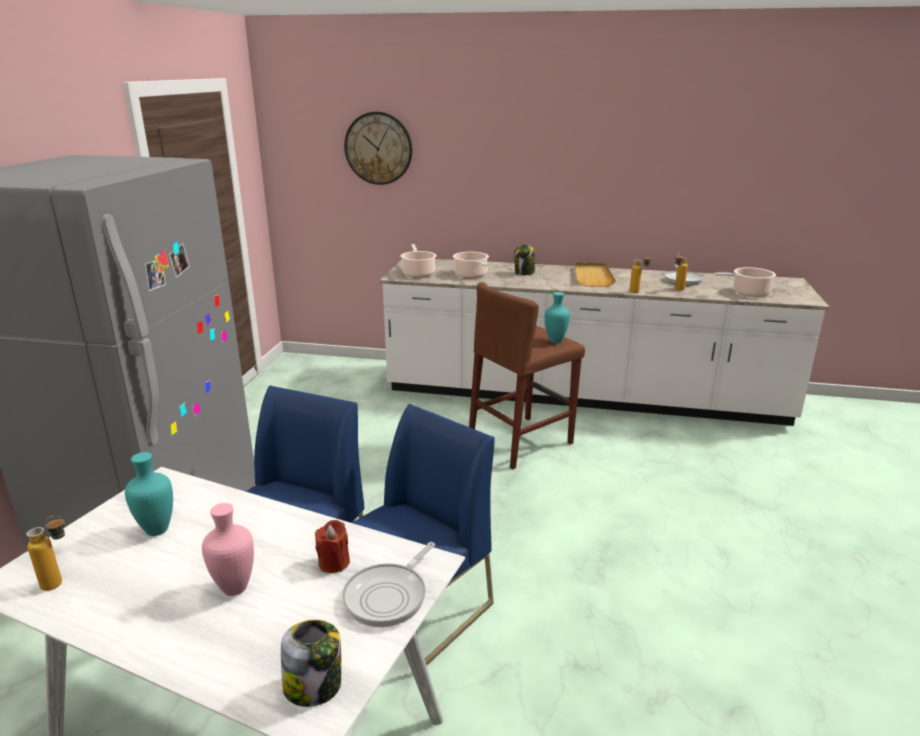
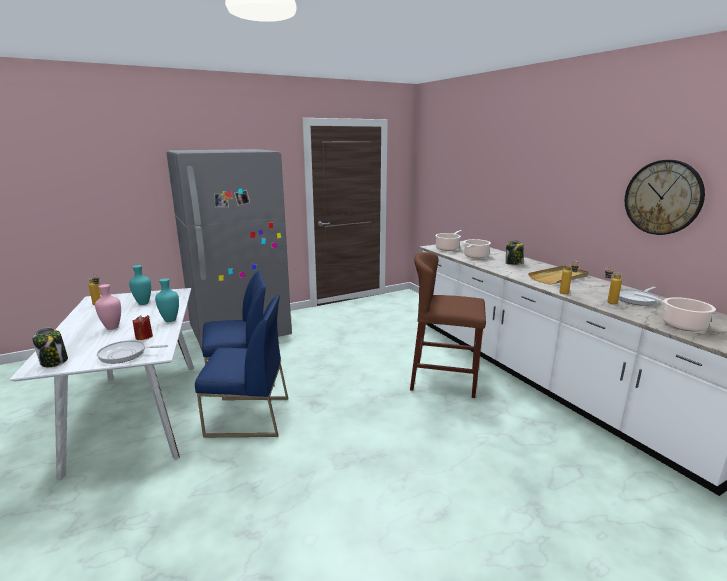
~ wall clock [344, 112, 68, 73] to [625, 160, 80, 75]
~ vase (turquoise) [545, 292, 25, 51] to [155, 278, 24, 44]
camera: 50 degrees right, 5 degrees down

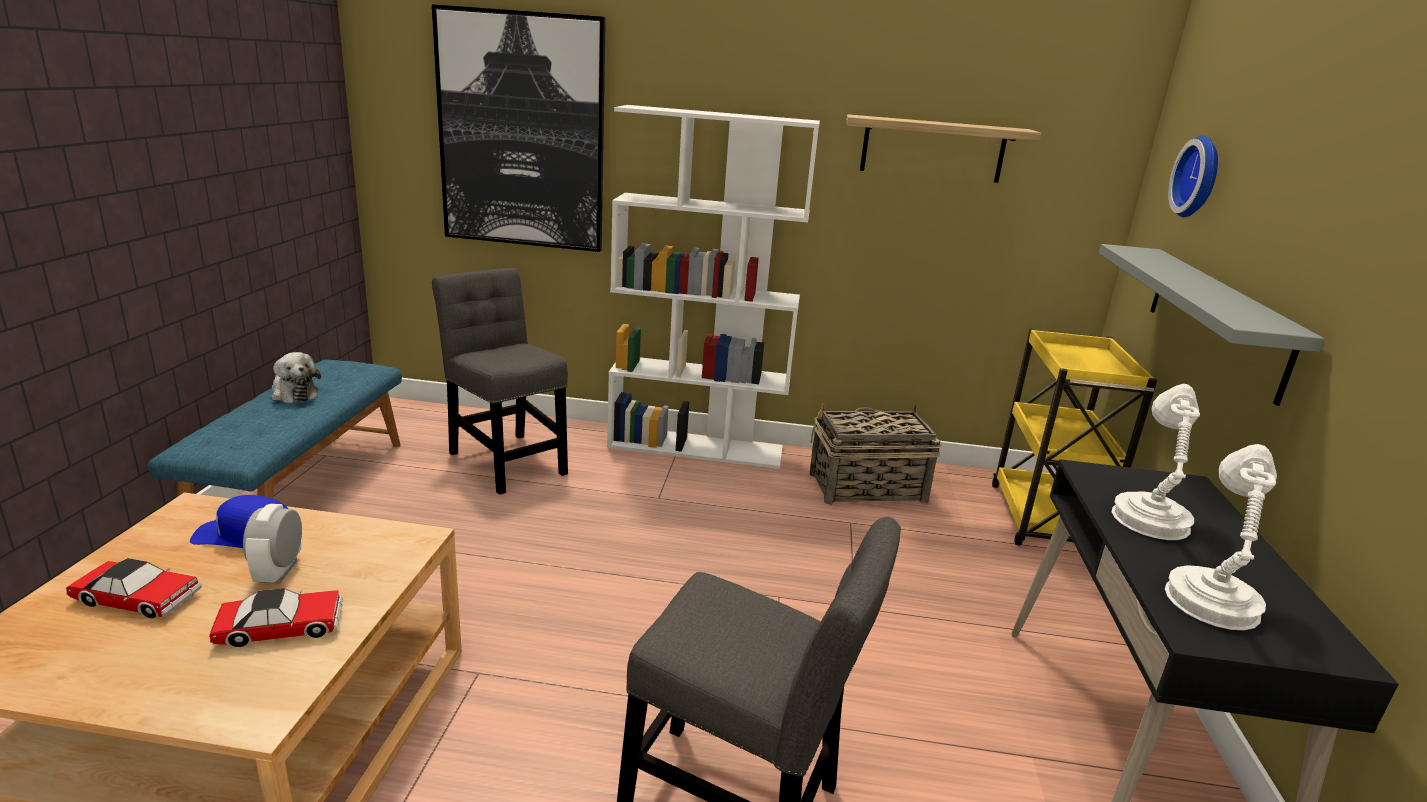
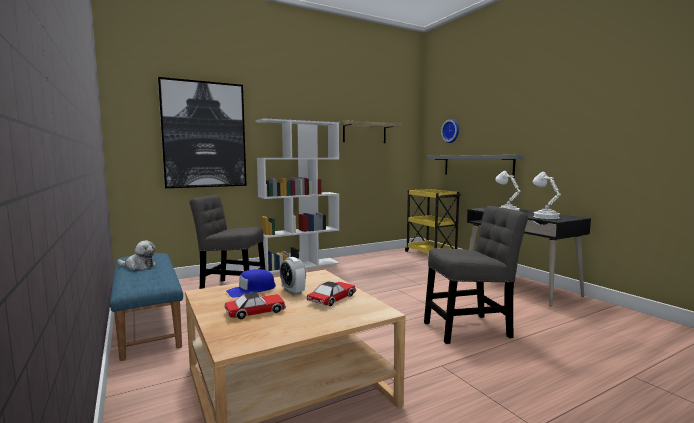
- basket [810, 404, 131, 101]
camera: 35 degrees left, 15 degrees down

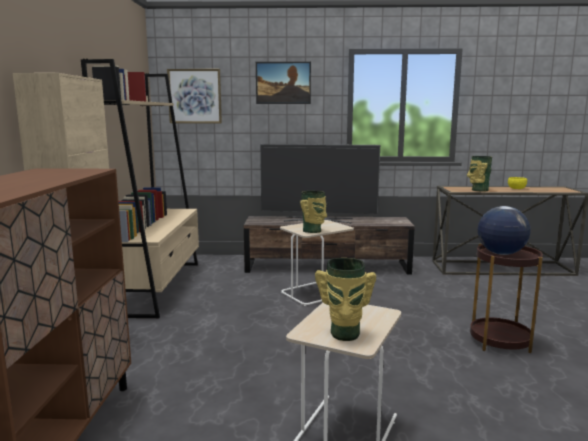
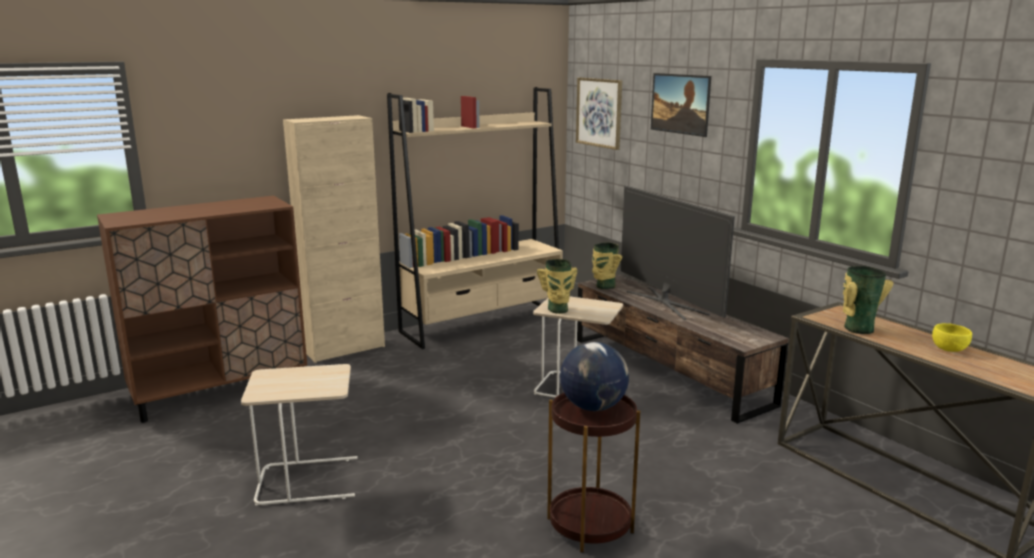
~ vase [315, 258, 61, 83] to [592, 243, 30, 46]
camera: 55 degrees right, 5 degrees up

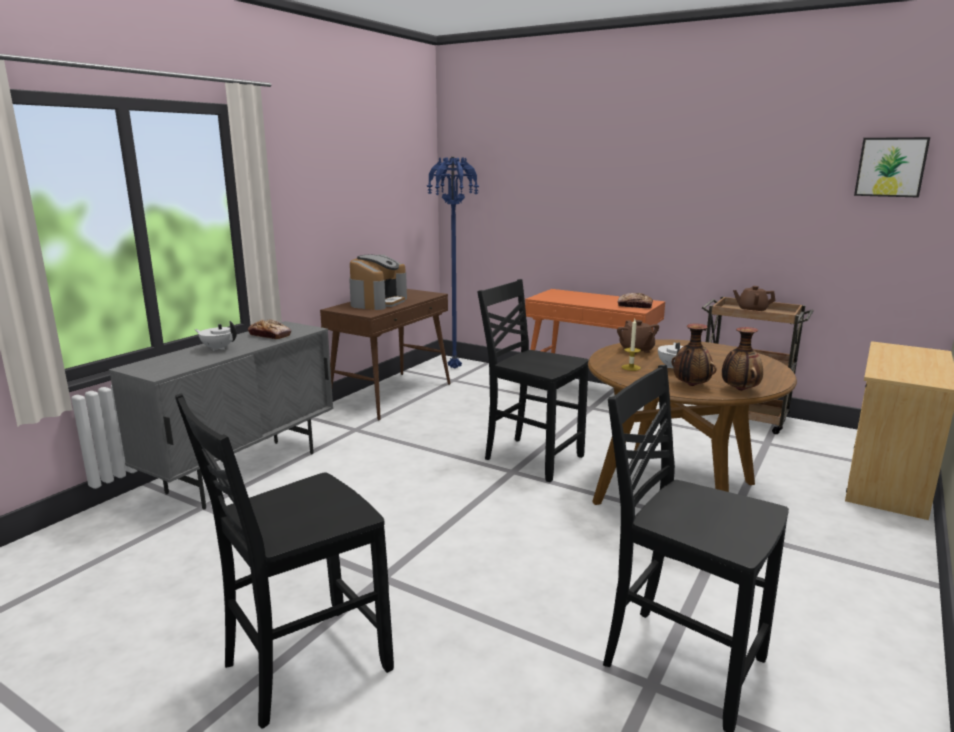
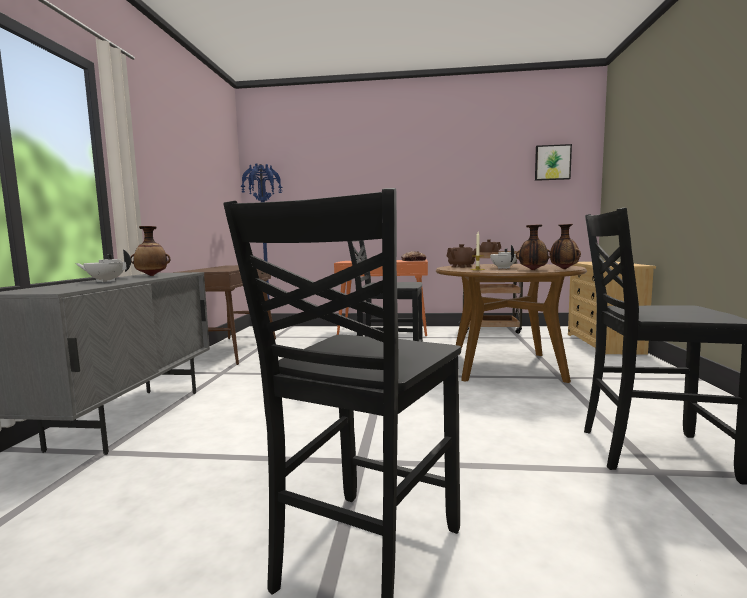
- coffee machine [349, 255, 58, 55]
~ bread [248, 319, 43, 20] to vase [131, 226, 40, 50]
camera: 25 degrees left, 10 degrees down

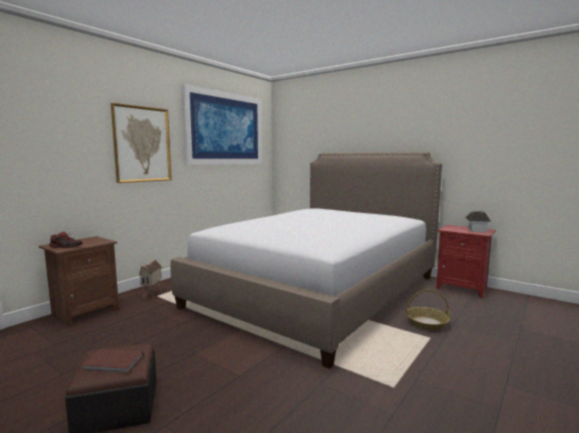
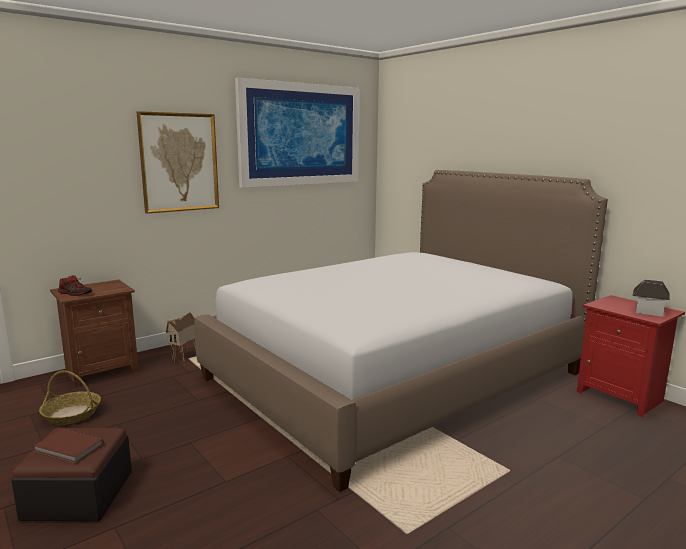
~ basket [405, 289, 45, 41] to [39, 370, 62, 55]
camera: 15 degrees right, 5 degrees up

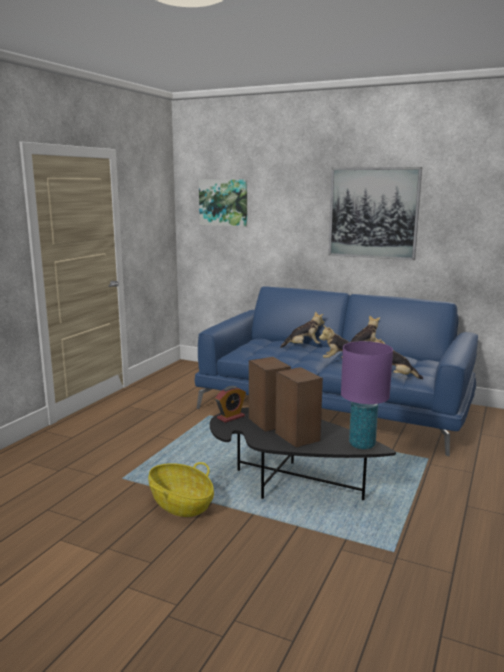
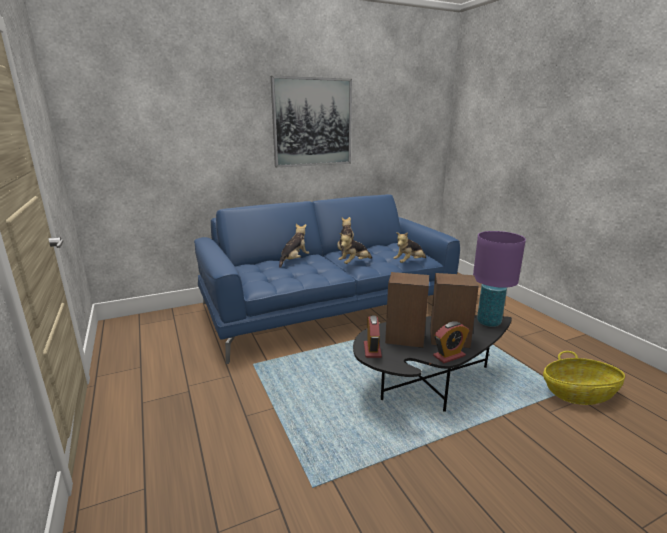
- picture [199, 180, 48, 47]
~ basket [148, 462, 66, 55] to [543, 351, 82, 54]
+ alarm clock [433, 321, 36, 42]
camera: 50 degrees left, 5 degrees up

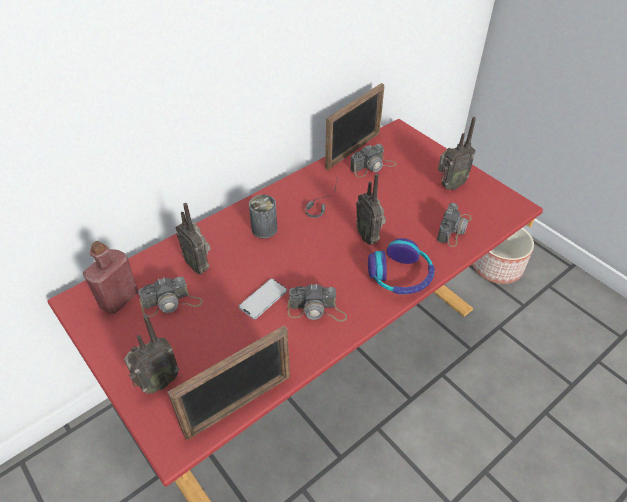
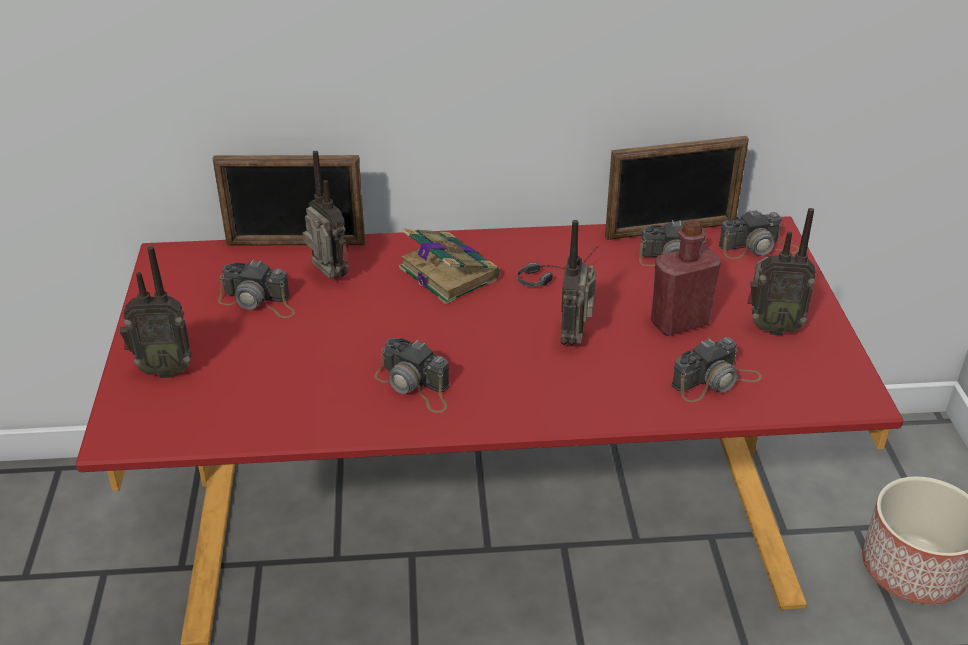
~ can [249, 195, 29, 44] to book [399, 228, 101, 76]
~ radio [176, 203, 35, 71] = [302, 151, 47, 128] 150 degrees clockwise
- headphones [368, 238, 67, 56]
~ bottle (red) [83, 241, 55, 73] to [651, 219, 70, 117]
- phone [239, 278, 48, 41]
~ picture frame [167, 325, 123, 115] to [213, 155, 152, 91]
+ photo camera [719, 209, 80, 50]
camera: 35 degrees right, 10 degrees down

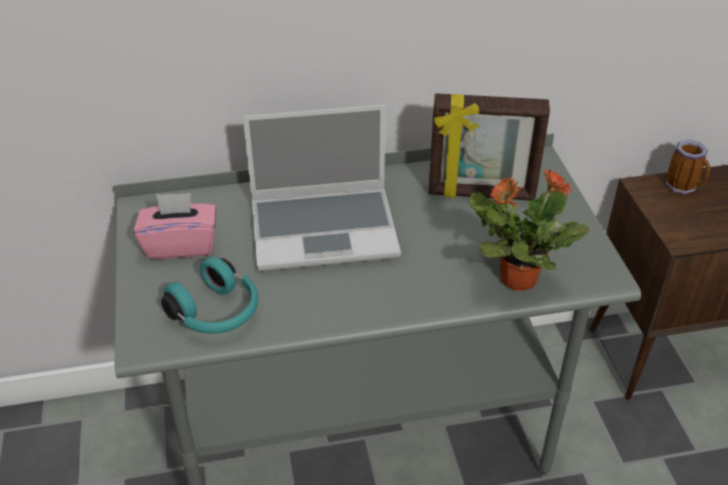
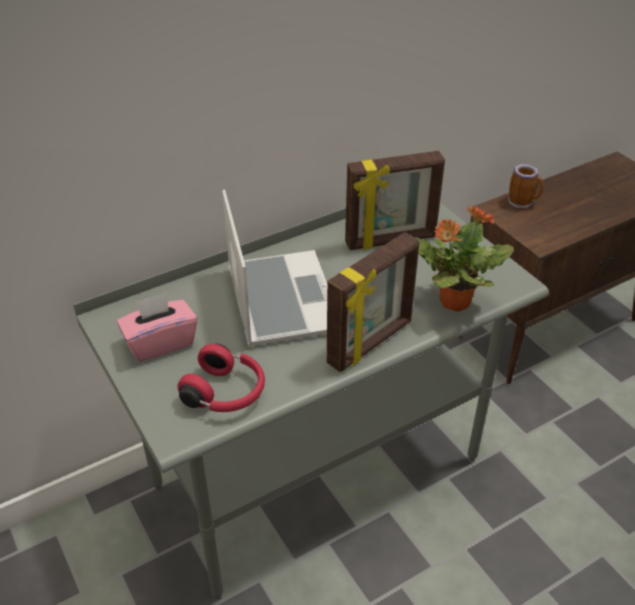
~ laptop [243, 104, 158, 167] = [222, 189, 105, 157] 75 degrees counterclockwise
~ headphones (turquoise) [161, 257, 97, 77] to headphones (red) [177, 344, 88, 68]
+ picture frame [327, 232, 93, 140]
camera: 20 degrees left, 0 degrees up

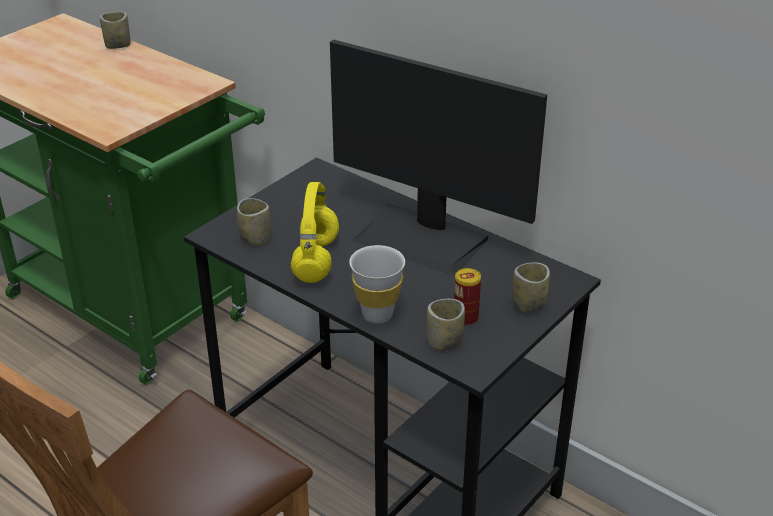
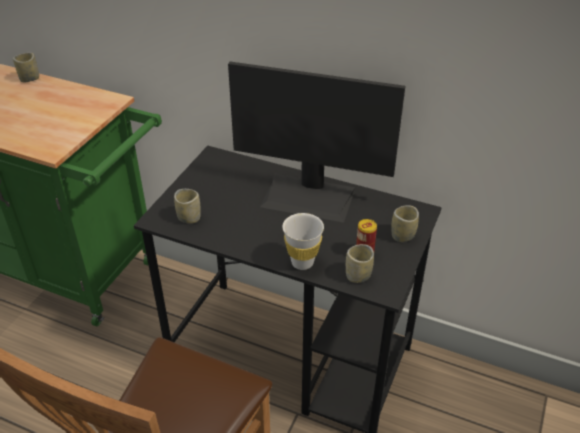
- headphones (yellow) [291, 182, 48, 101]
camera: 15 degrees left, 5 degrees up

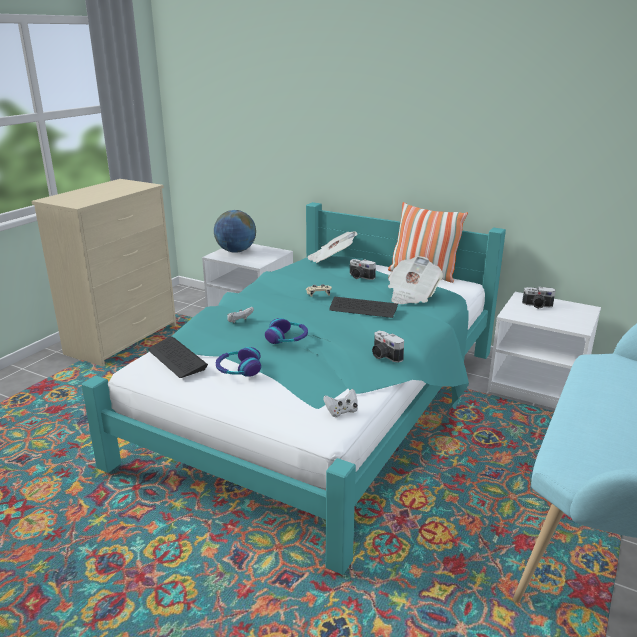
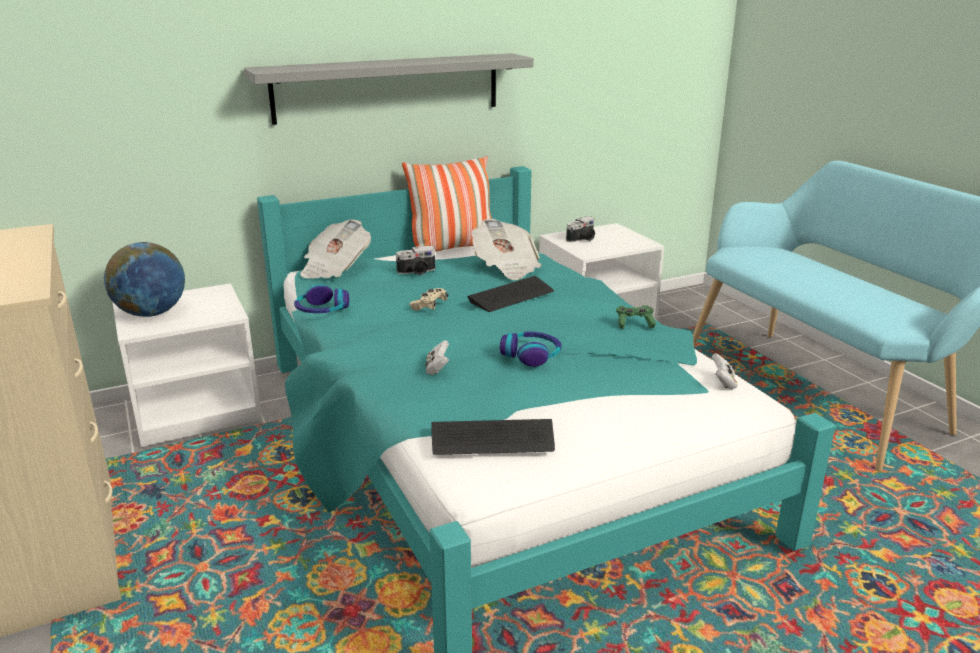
~ photo camera [372, 331, 32, 32] to game controller (green) [616, 306, 40, 23]
~ headphones [216, 347, 45, 30] to [294, 284, 55, 29]
+ shelf (grey) [244, 53, 290, 72]
camera: 55 degrees left, 0 degrees up

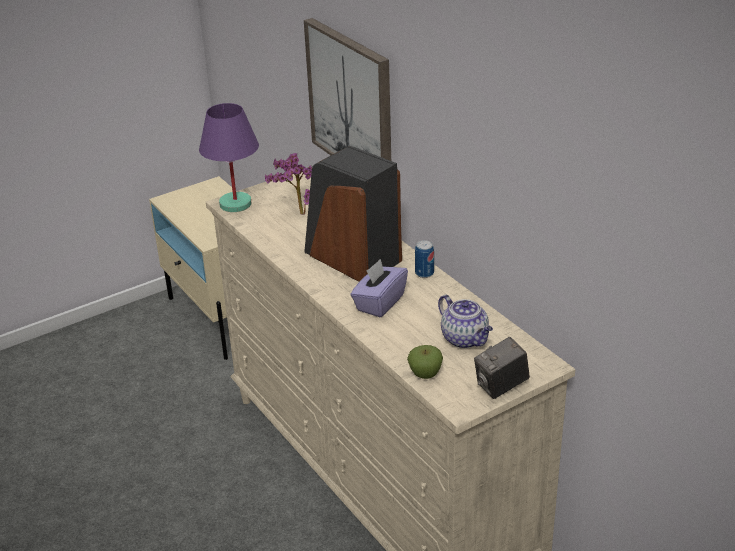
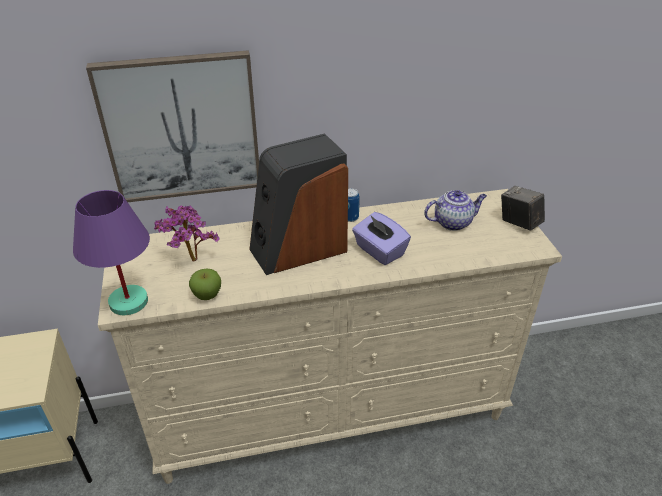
~ photo camera [474, 337, 56, 62] = [501, 186, 44, 45] 150 degrees clockwise
~ apple [407, 345, 36, 34] to [189, 269, 32, 31]
camera: 70 degrees left, 5 degrees up

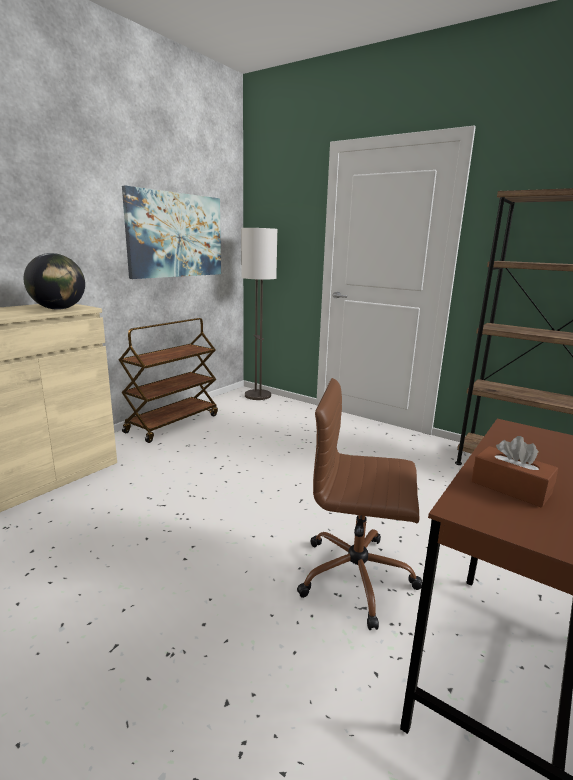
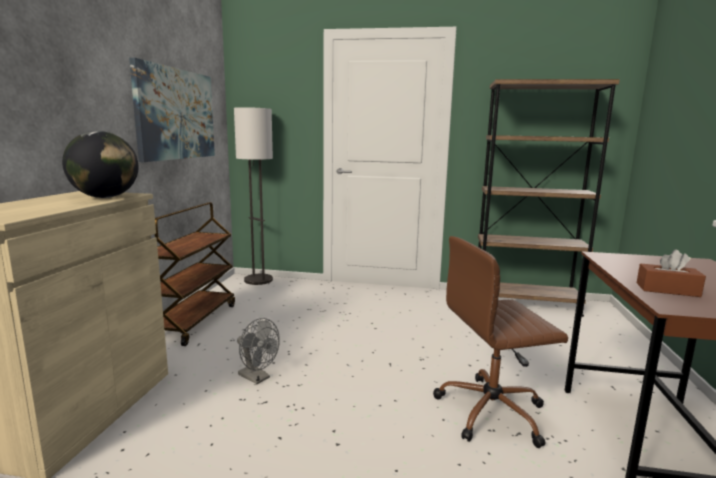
+ fan (grey) [237, 318, 43, 66]
camera: 25 degrees left, 5 degrees down

